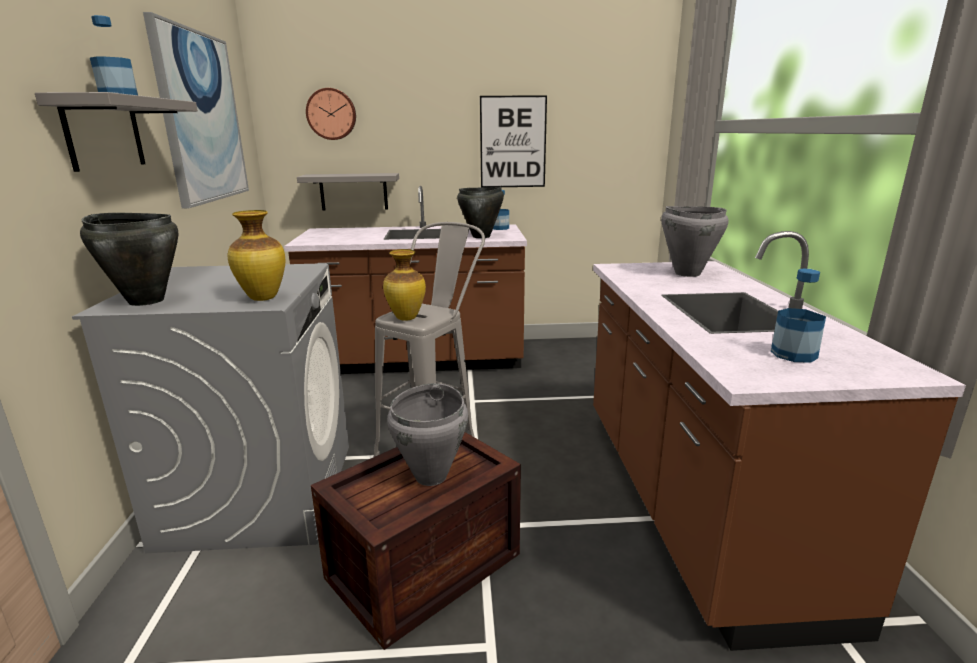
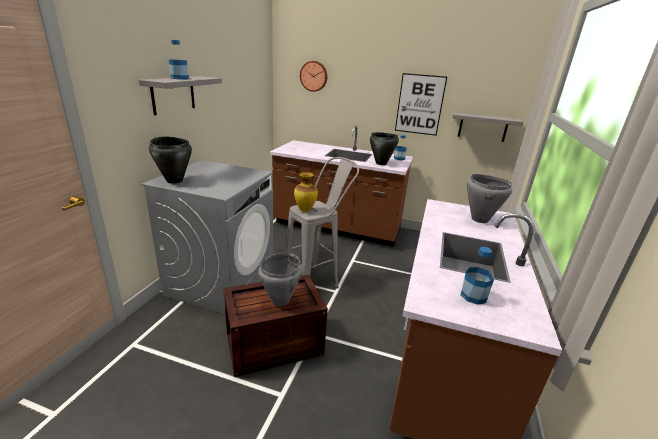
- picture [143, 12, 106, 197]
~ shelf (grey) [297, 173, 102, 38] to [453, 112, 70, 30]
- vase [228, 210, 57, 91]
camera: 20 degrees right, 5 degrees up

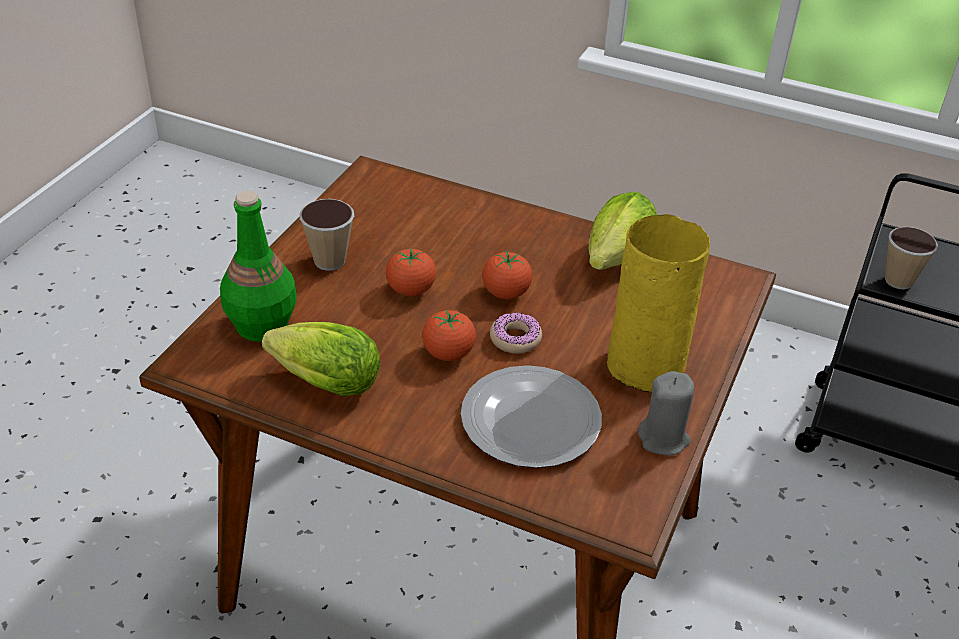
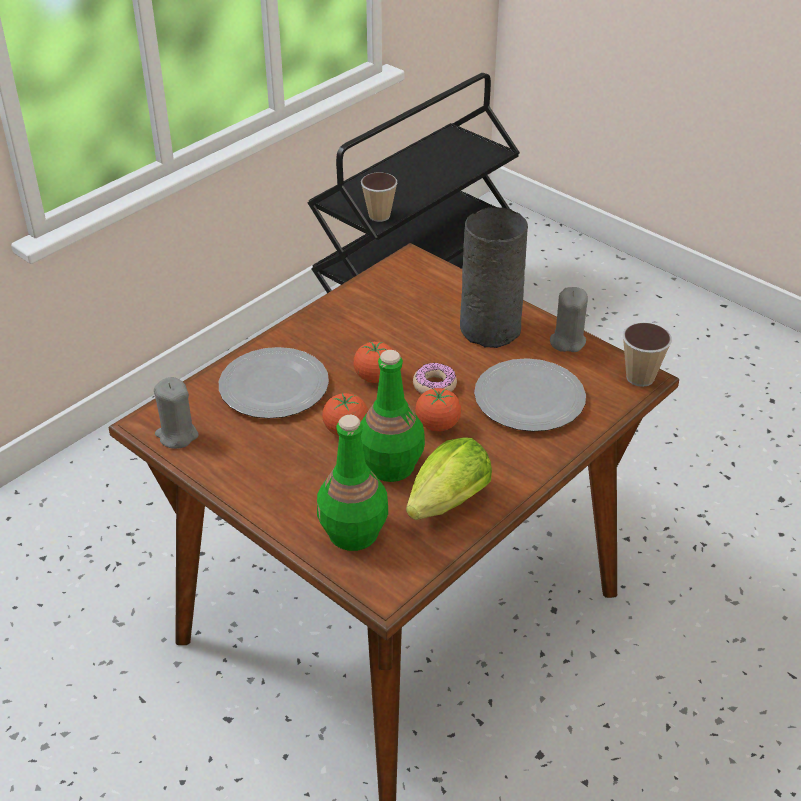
- lettuce [589, 192, 68, 78]
~ cup [300, 199, 54, 72] to [623, 322, 49, 65]
~ vase (yellow) [607, 214, 103, 179] to vase (grey) [460, 207, 68, 141]
+ plate [219, 347, 110, 72]
+ bottle (green) [361, 350, 64, 132]
+ candle (grey) [154, 377, 45, 72]
camera: 70 degrees left, 0 degrees up

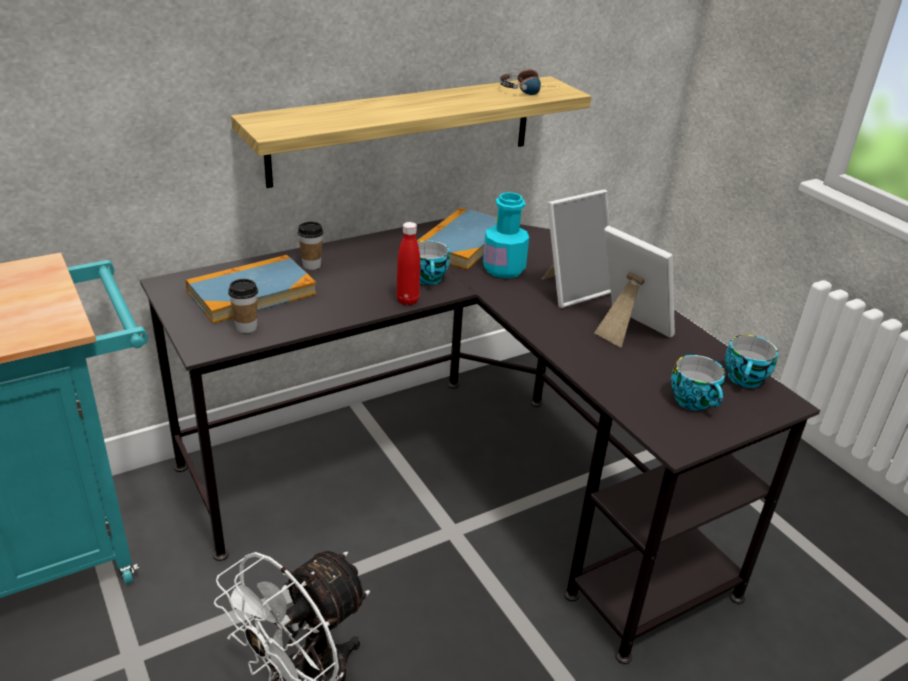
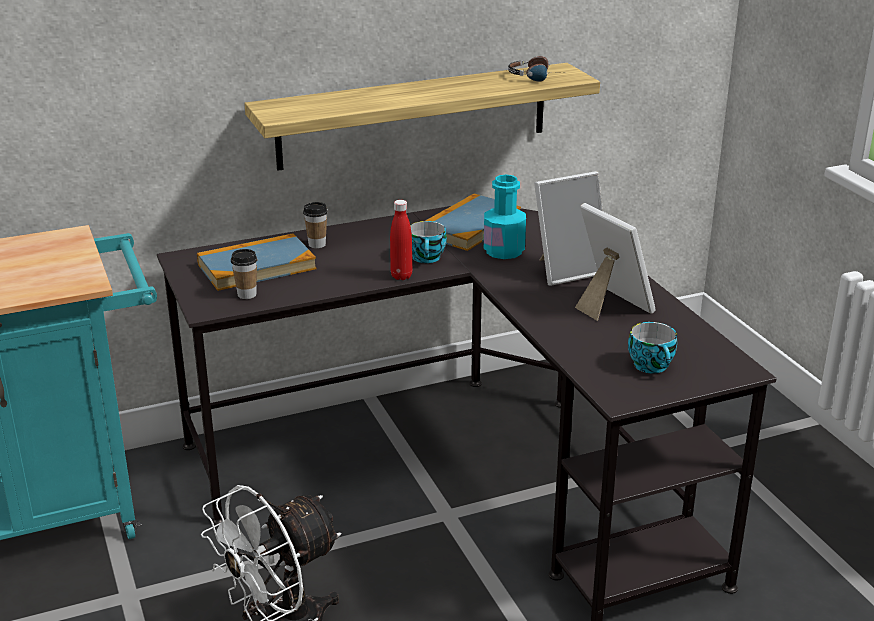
- cup [725, 335, 53, 53]
camera: 10 degrees right, 5 degrees down

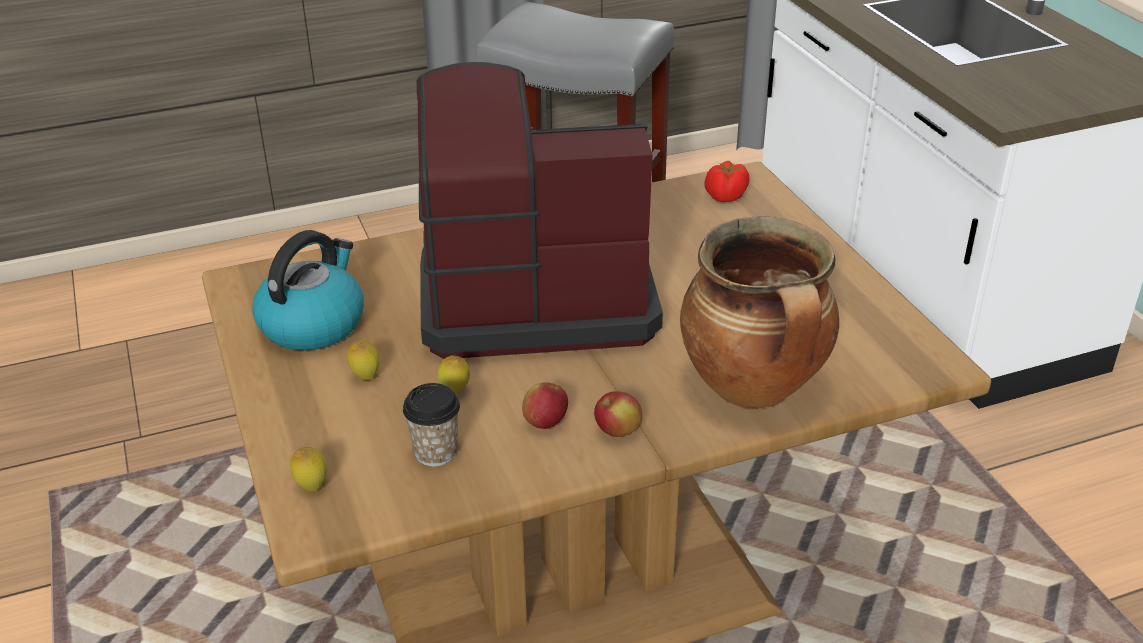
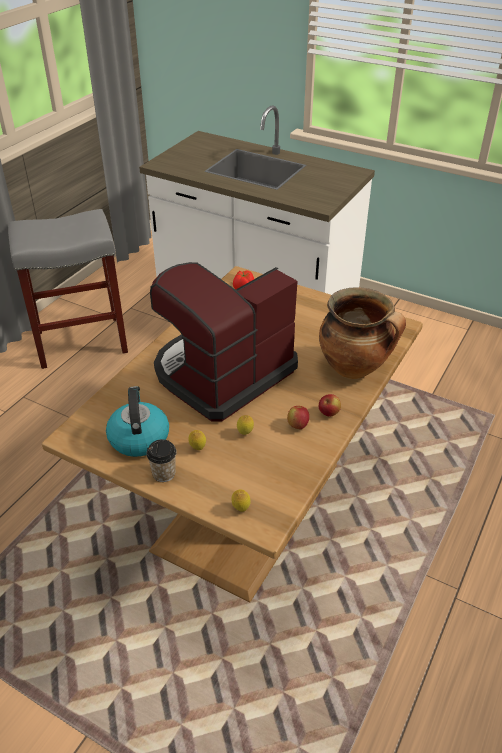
~ cup [403, 383, 57, 83] to [146, 439, 31, 43]
camera: 40 degrees left, 5 degrees up

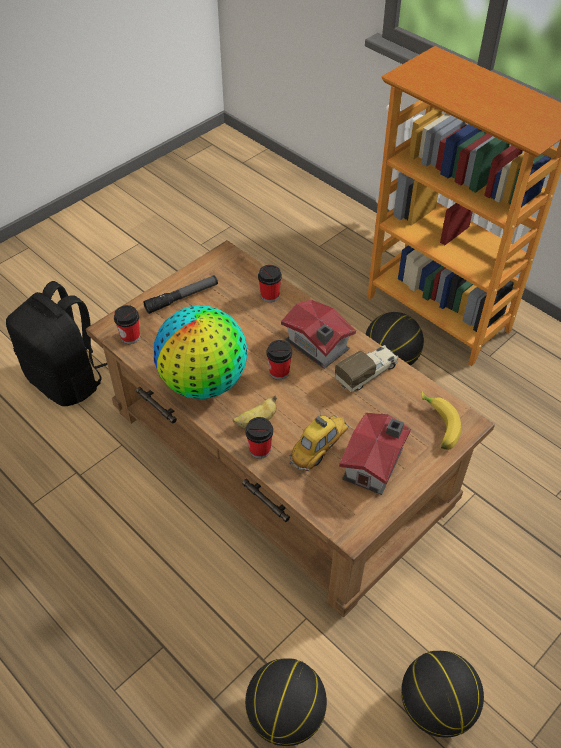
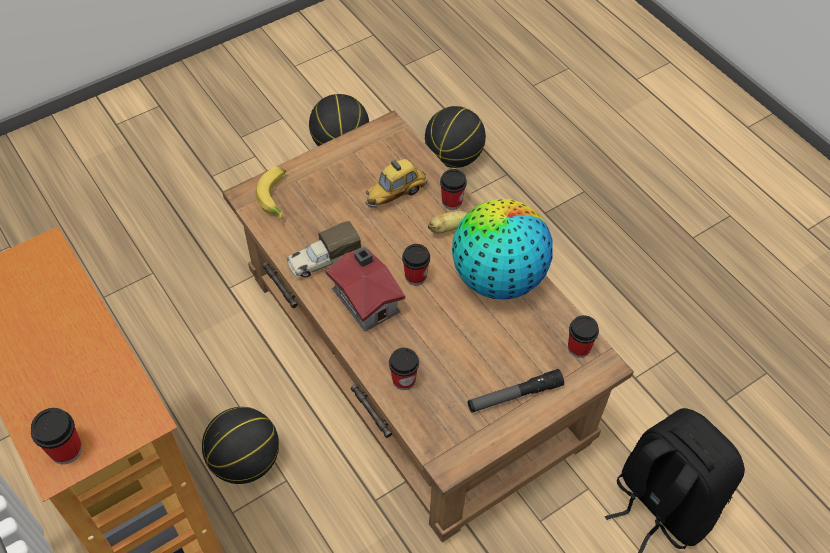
- toy house [339, 413, 72, 82]
+ cup [31, 408, 51, 57]
camera: 170 degrees left, 5 degrees up

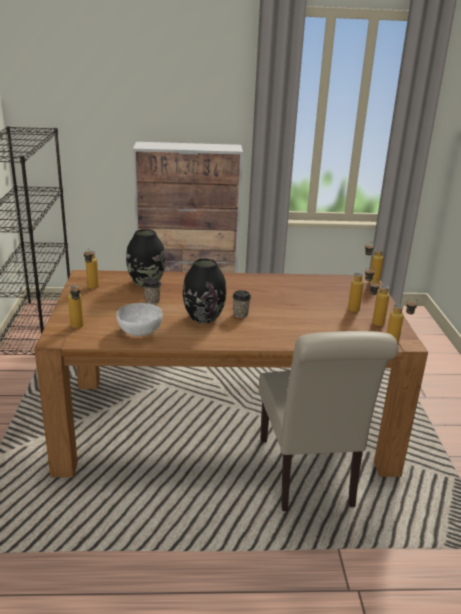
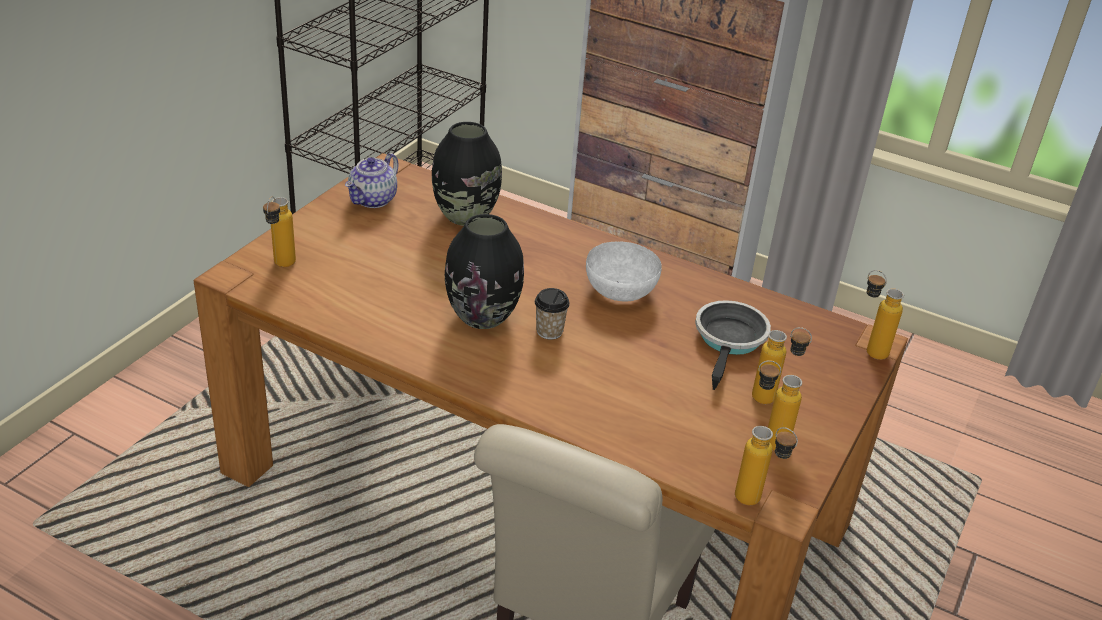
~ bottle [84, 248, 15, 41] to teapot [345, 153, 53, 55]
- cup [143, 278, 18, 27]
~ bowl (white) [116, 303, 47, 33] to [586, 241, 76, 61]
+ frying pan [695, 300, 76, 90]
camera: 30 degrees right, 10 degrees up

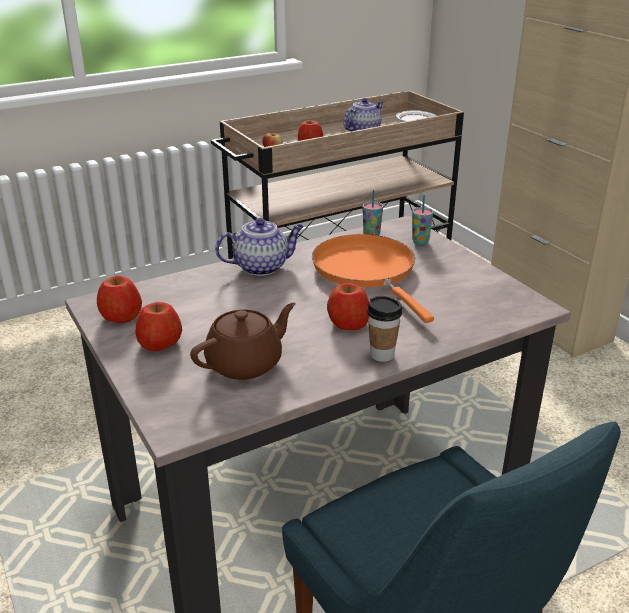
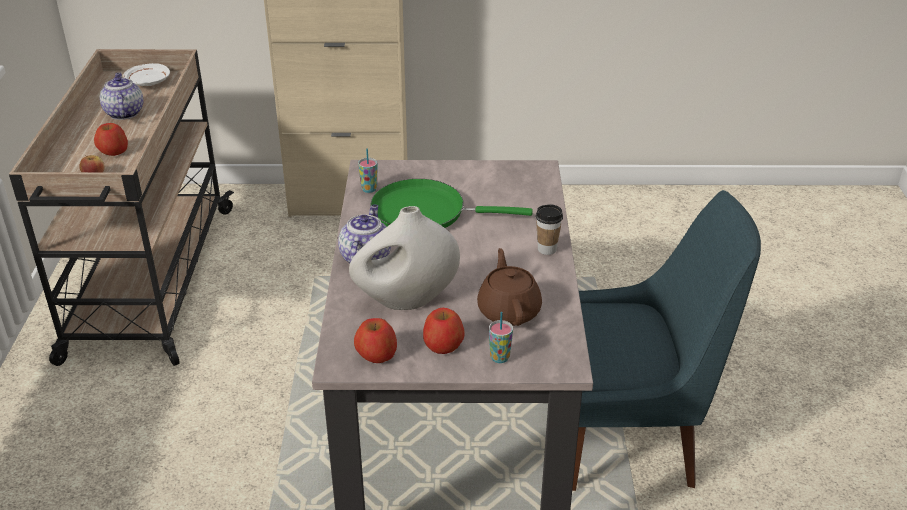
~ cup [412, 195, 21, 50] to [489, 312, 24, 51]
~ frying pan (orange) [312, 234, 122, 89] to frying pan (green) [370, 179, 163, 49]
- apple [327, 283, 42, 47]
+ vase (white) [349, 206, 111, 104]
camera: 60 degrees left, 5 degrees up

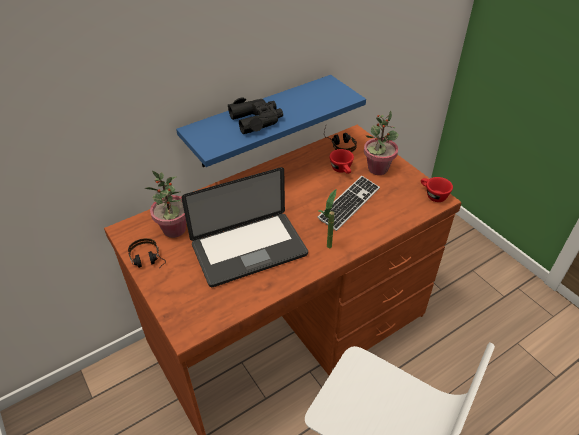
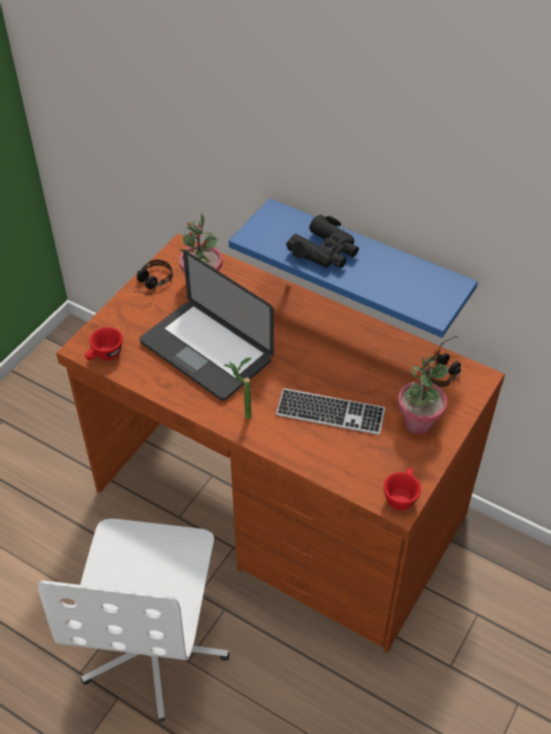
~ cup (red) [329, 149, 25, 25] to [85, 327, 38, 33]
camera: 65 degrees right, 5 degrees up

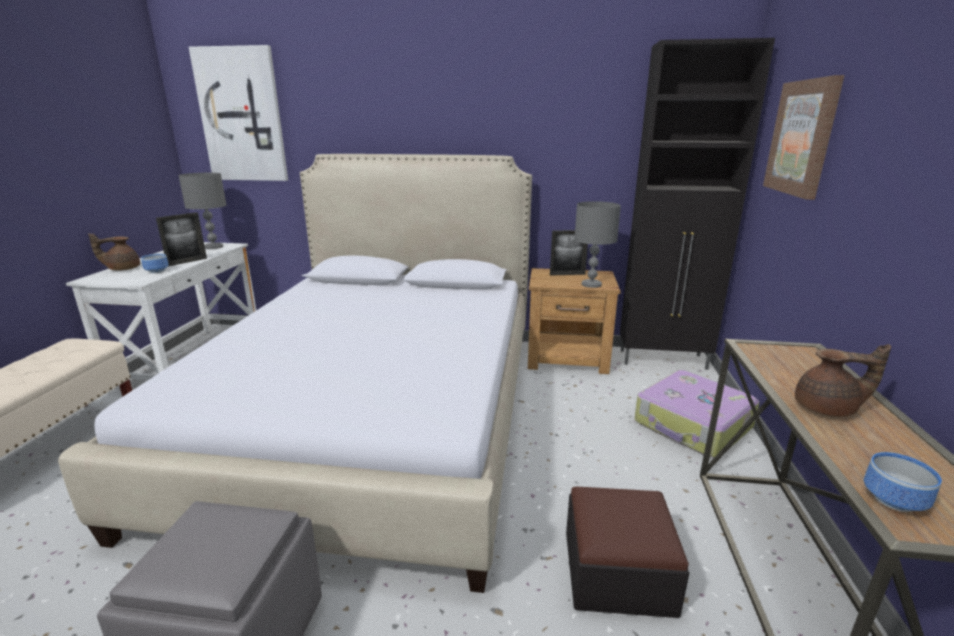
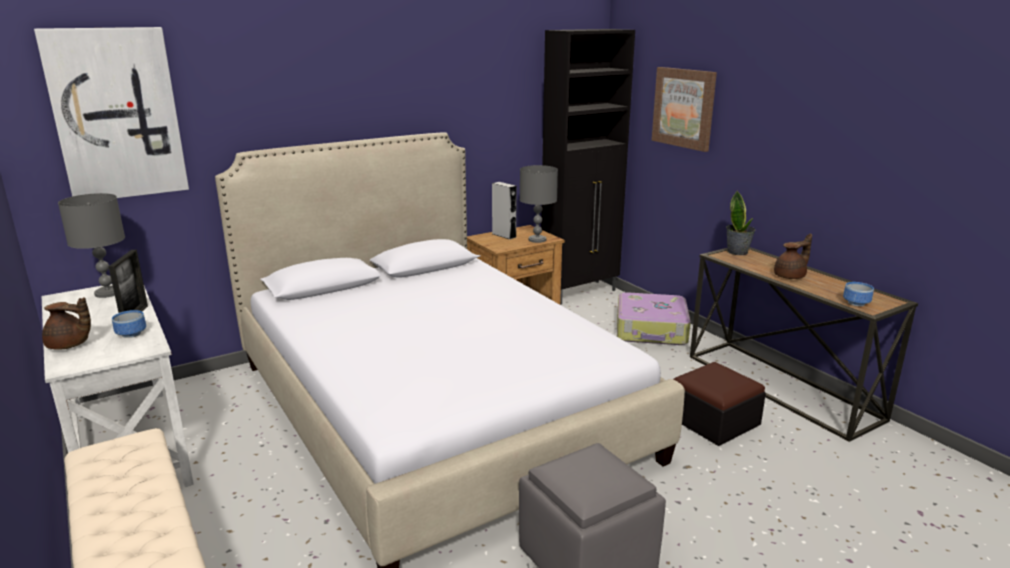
~ picture frame [550, 230, 38, 45] to speaker (grey) [492, 182, 25, 57]
~ teapot (brown) [88, 233, 52, 38] = [42, 297, 49, 53] 105 degrees counterclockwise
+ potted plant [726, 191, 29, 64]
camera: 40 degrees left, 0 degrees up

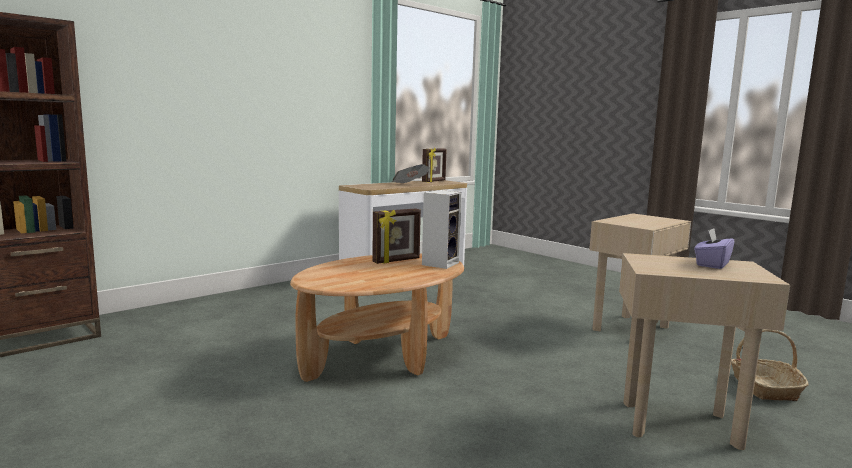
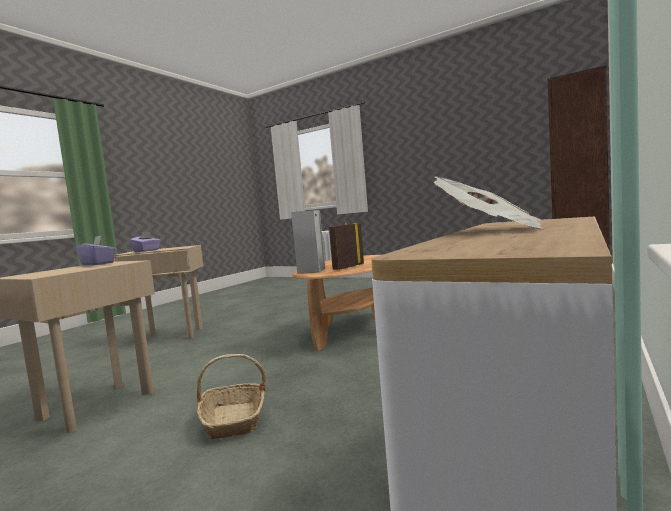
- picture frame [422, 148, 24, 34]
~ basket [731, 329, 78, 72] to [197, 354, 69, 85]
+ tissue box (purple) [76, 236, 40, 29]
camera: 165 degrees right, 5 degrees down

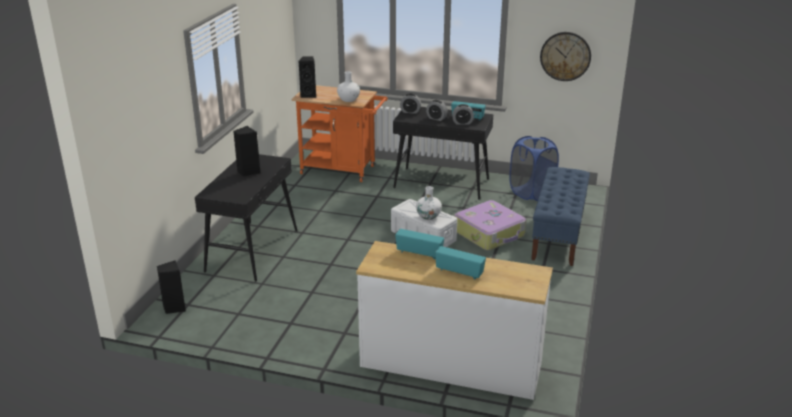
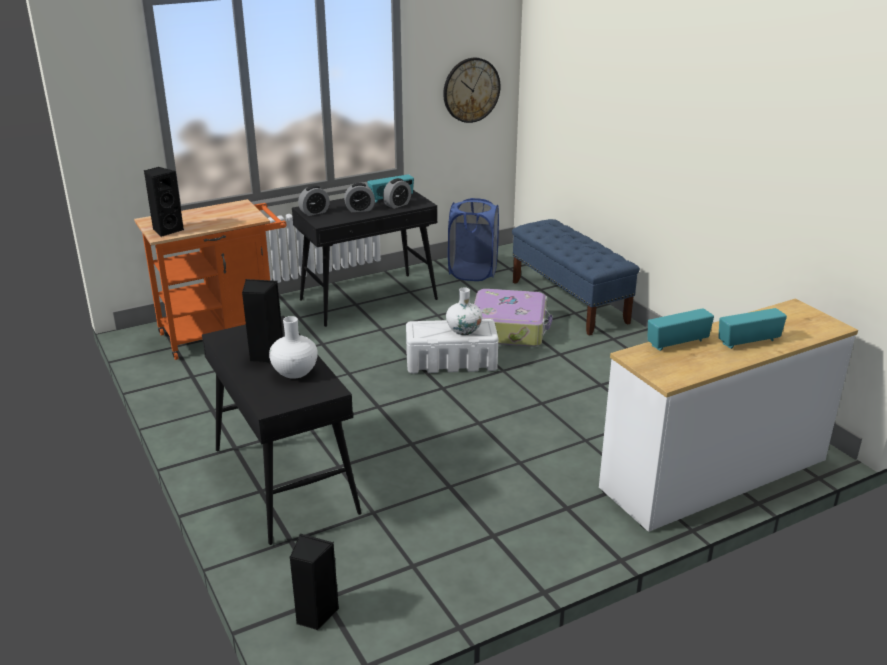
~ vase (white) [337, 71, 23, 31] to [269, 316, 49, 63]
camera: 45 degrees left, 0 degrees up

